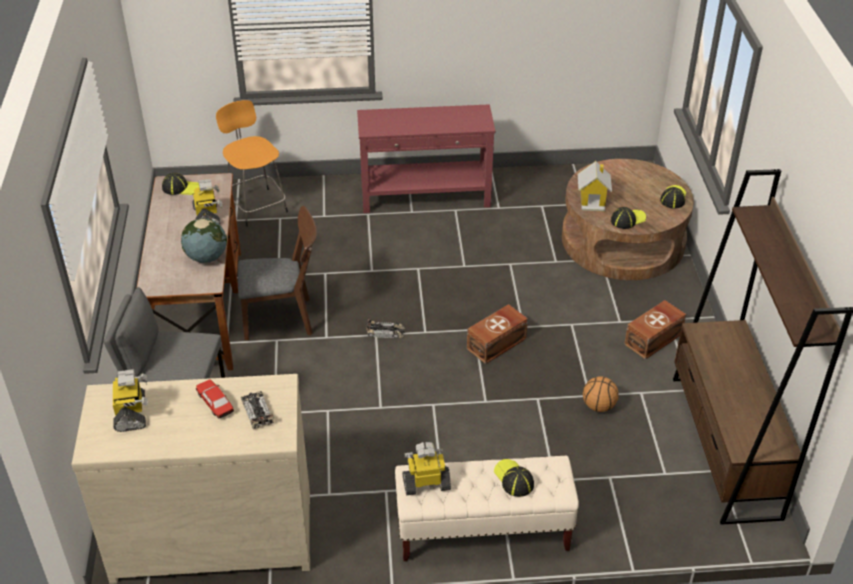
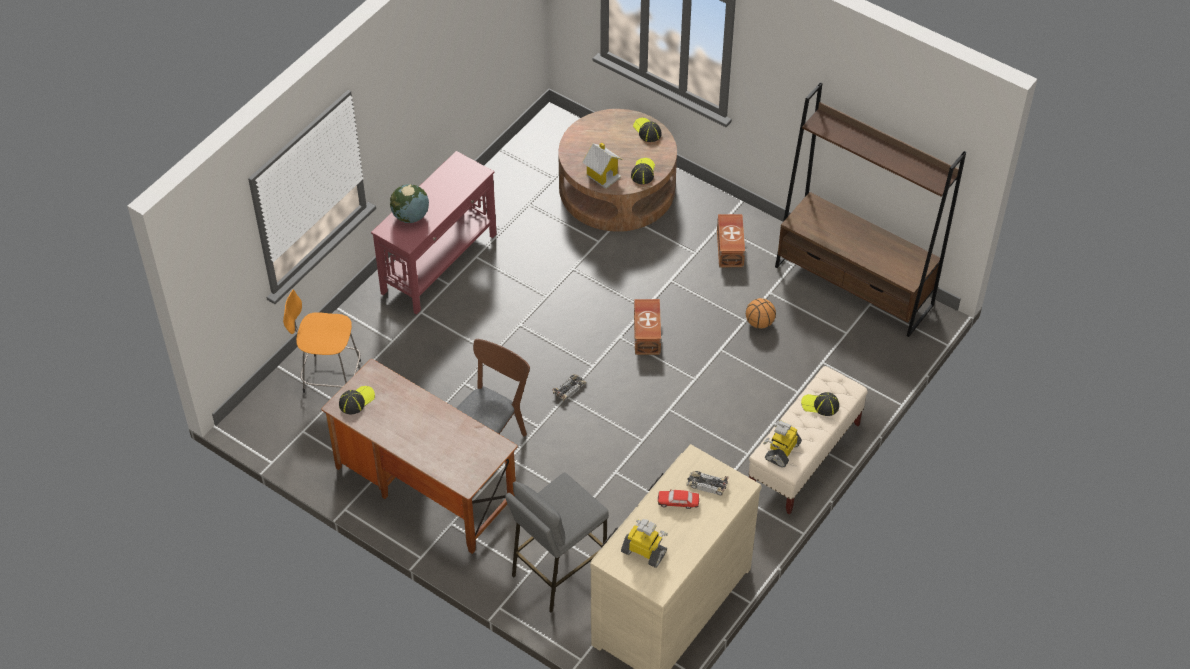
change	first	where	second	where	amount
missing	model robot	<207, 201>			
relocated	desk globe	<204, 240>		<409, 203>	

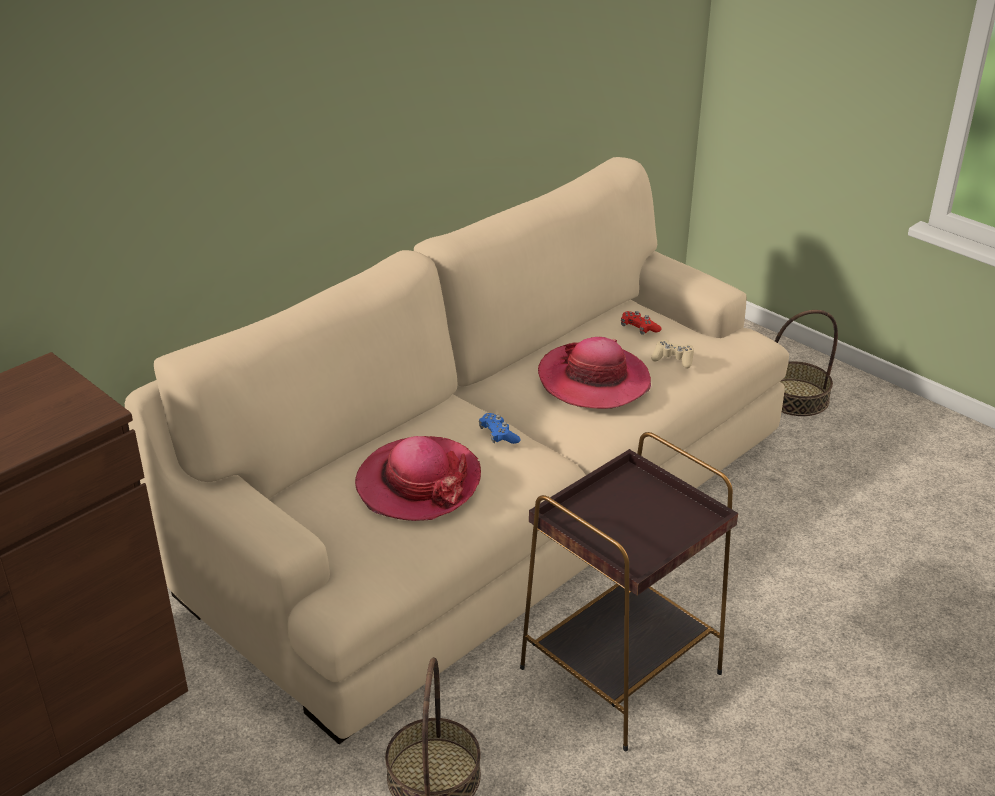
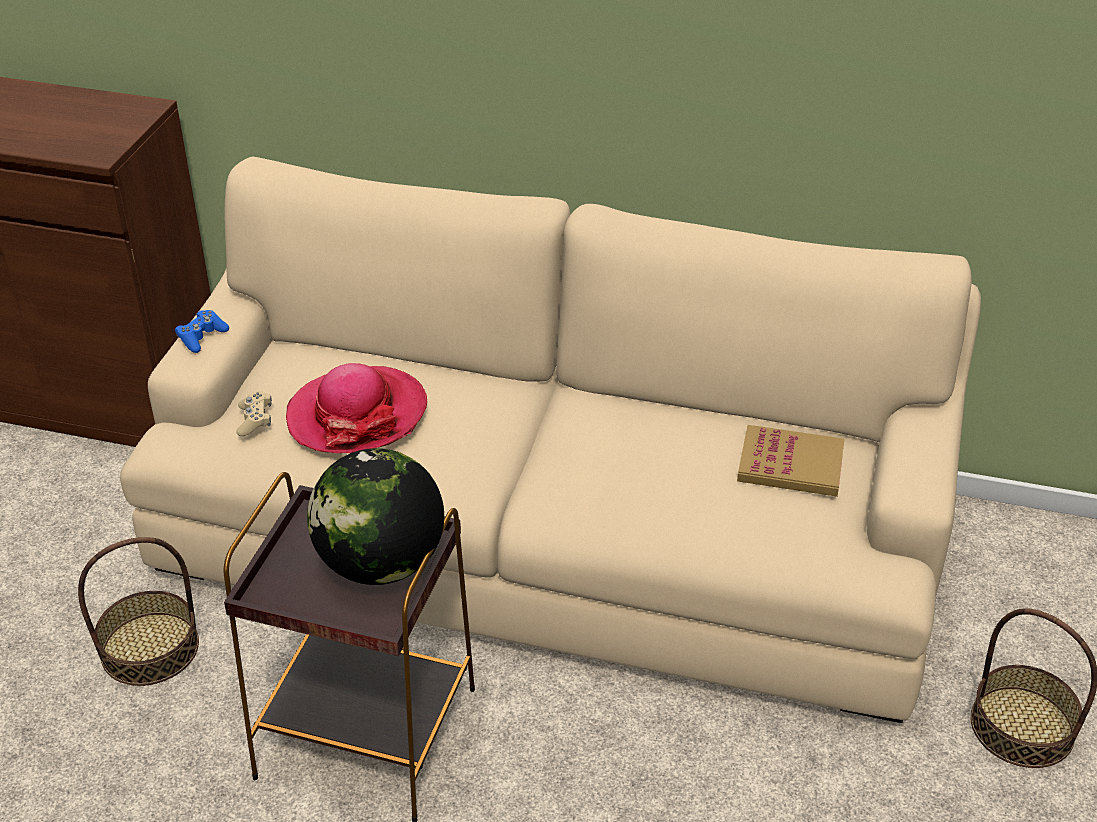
change	first	where	second	where	amount
missing	hat	<594, 373>			
appeared			desk globe	<375, 516>	
relocated	game controller/bluish	<500, 428>		<202, 331>	
relocated	game controller/sand-coloured	<672, 354>		<254, 413>	
exchanged	game controller/red-coloured	<641, 323>	volume	<790, 461>	

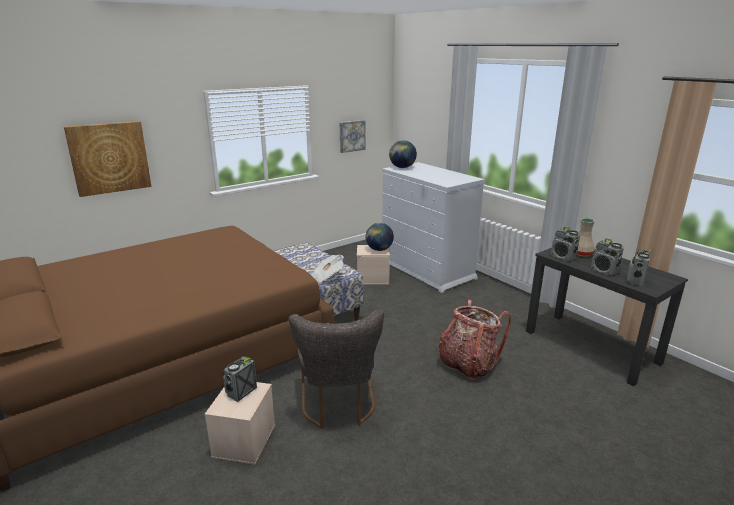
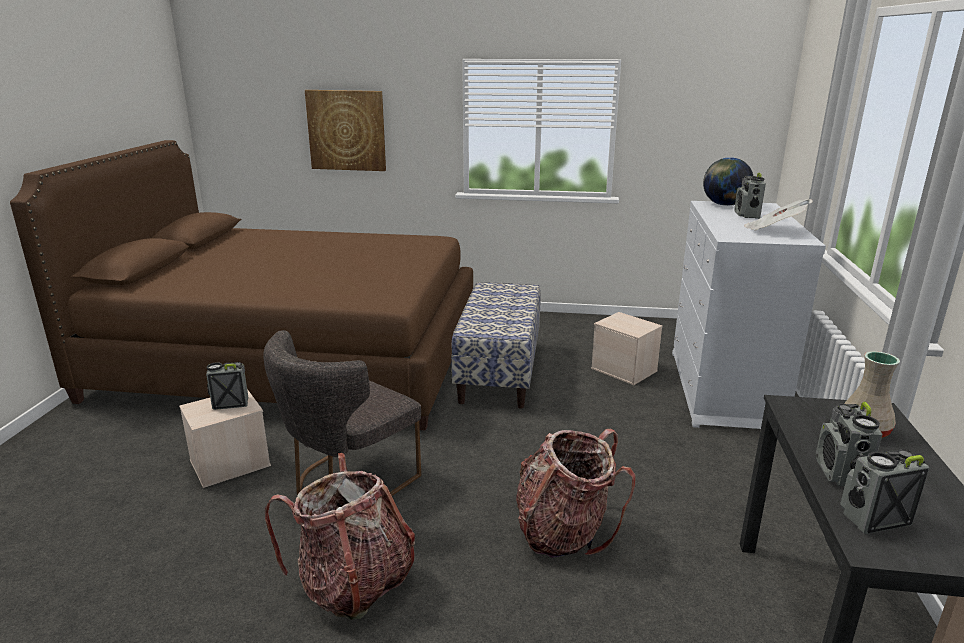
change	first	where	second	where	amount
missing	picture	<352, 136>			
missing	desk globe	<380, 237>			
appeared			backpack	<340, 536>	
relocated	printed paper	<327, 269>		<778, 215>	
relocated	radio receiver	<565, 243>		<750, 196>	

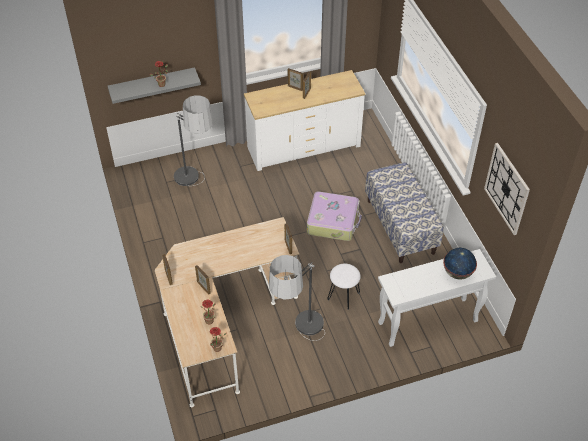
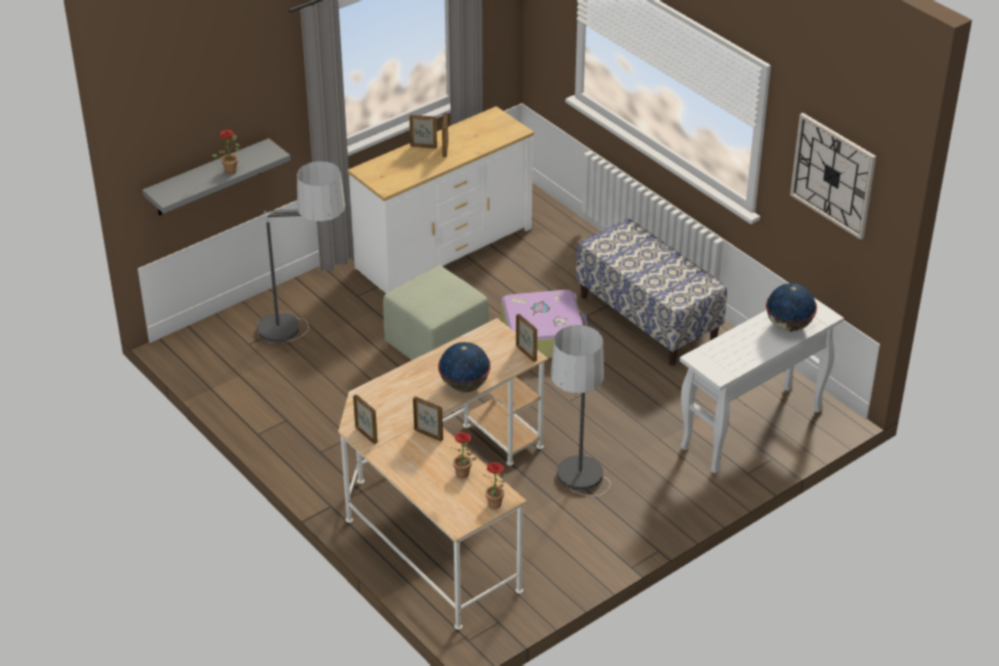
change	first	where	second	where	amount
missing	stool/white	<344, 287>			
appeared			ottoman/greenish	<436, 312>	
appeared			desk globe	<464, 367>	

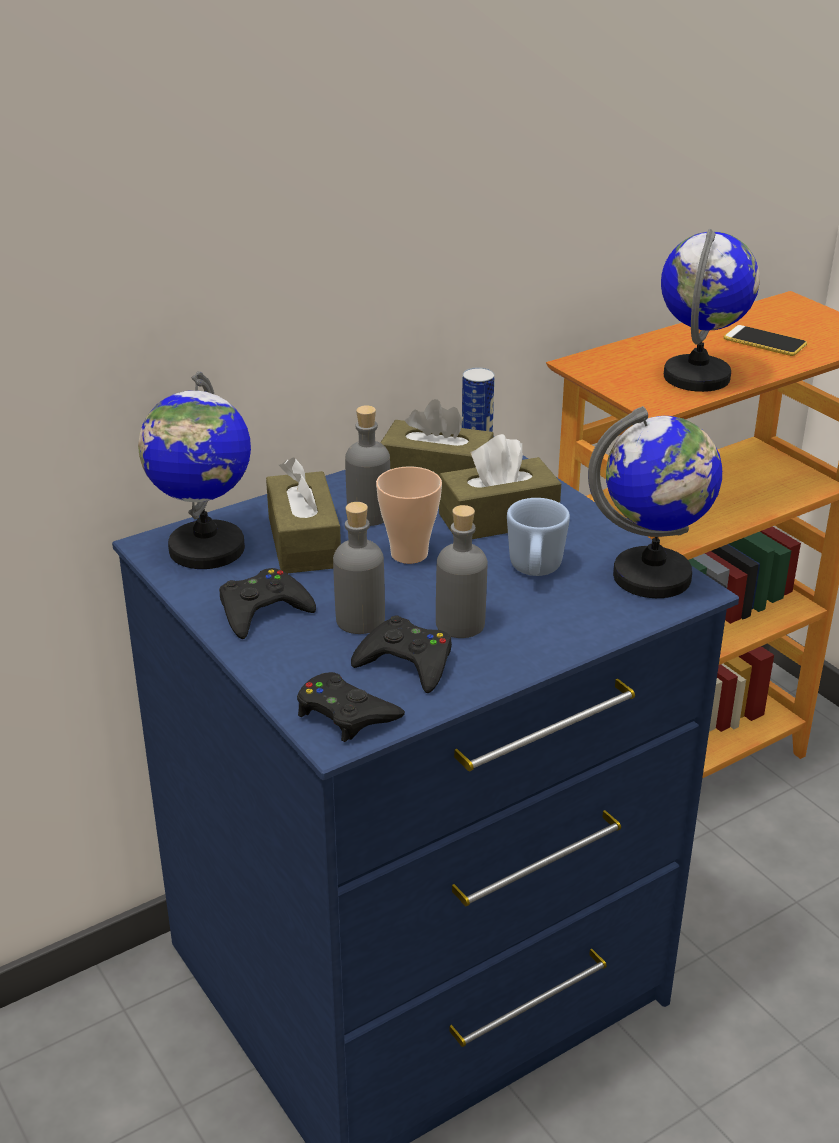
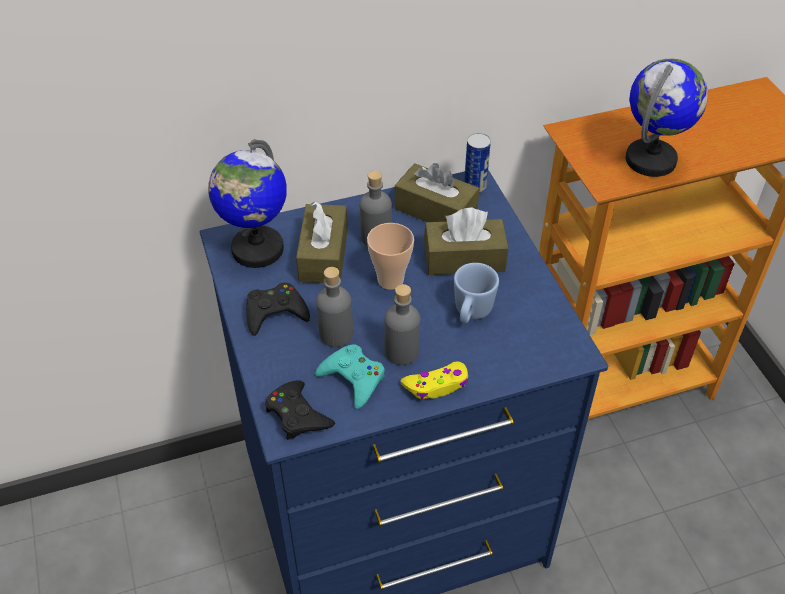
change	first	where	second	where	amount
missing	desk globe	<655, 502>			
missing	handset	<765, 340>			
appeared			game controller/yellow-coloured	<434, 380>	
colour	game controller/blackish	<401, 654>	game controller/turquoise	<350, 376>	

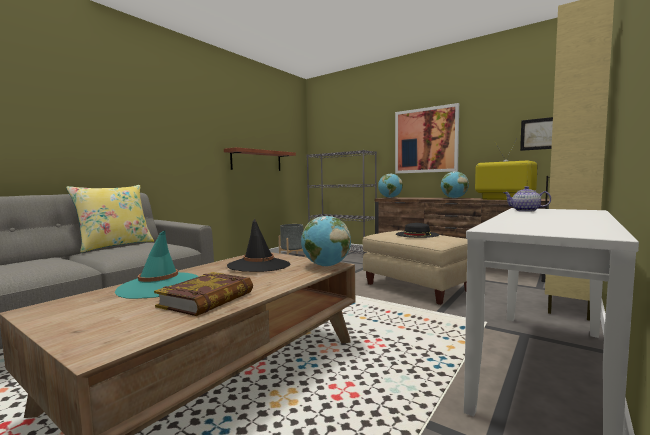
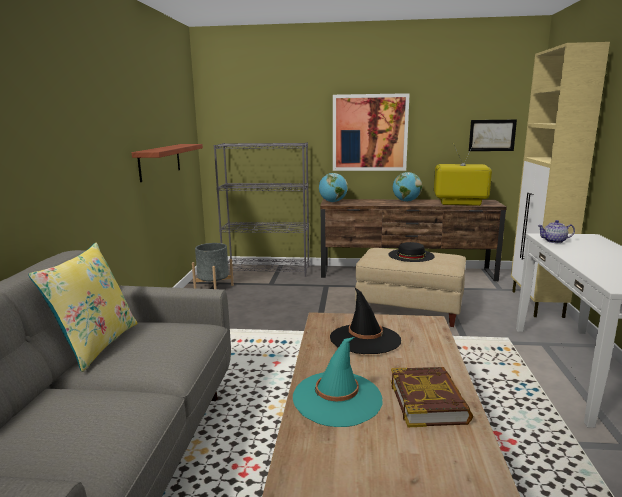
change	first	where	second	where	amount
missing	desk globe	<326, 241>			

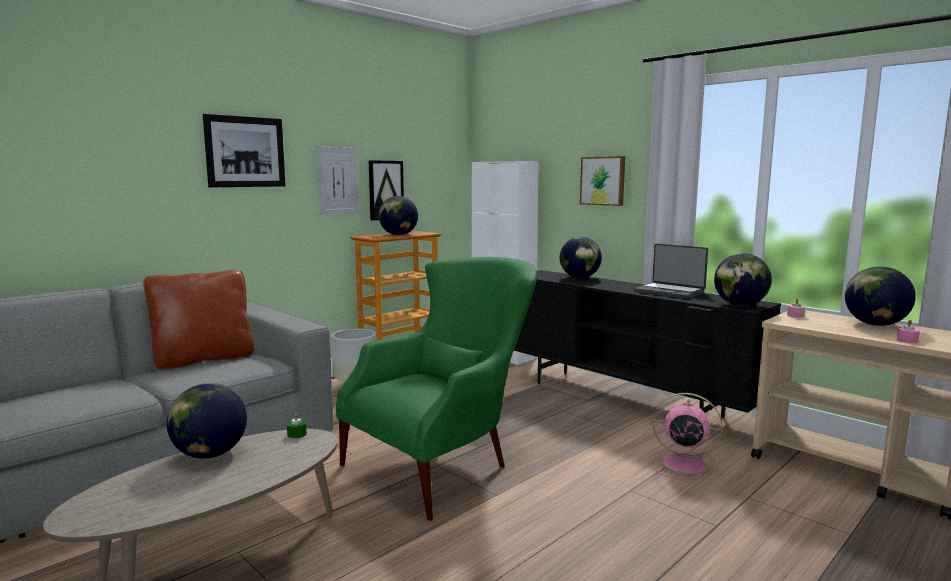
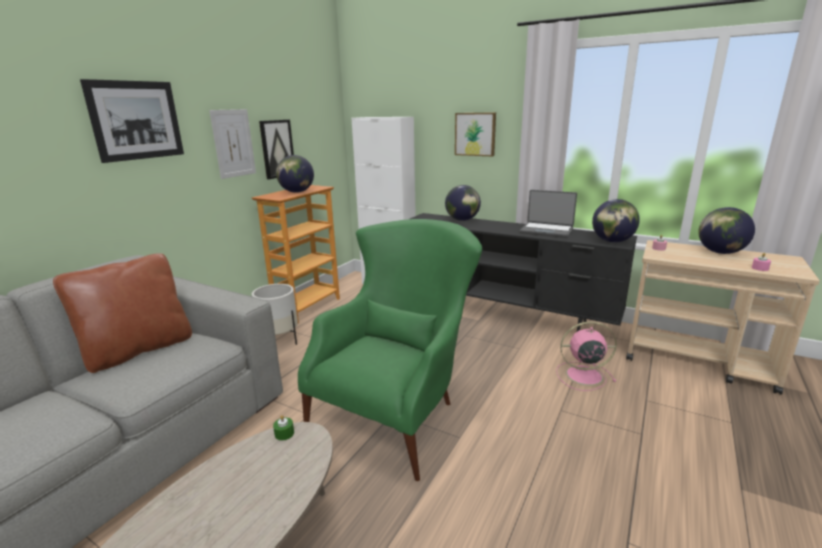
change	first	where	second	where	amount
missing	desk globe	<207, 421>			

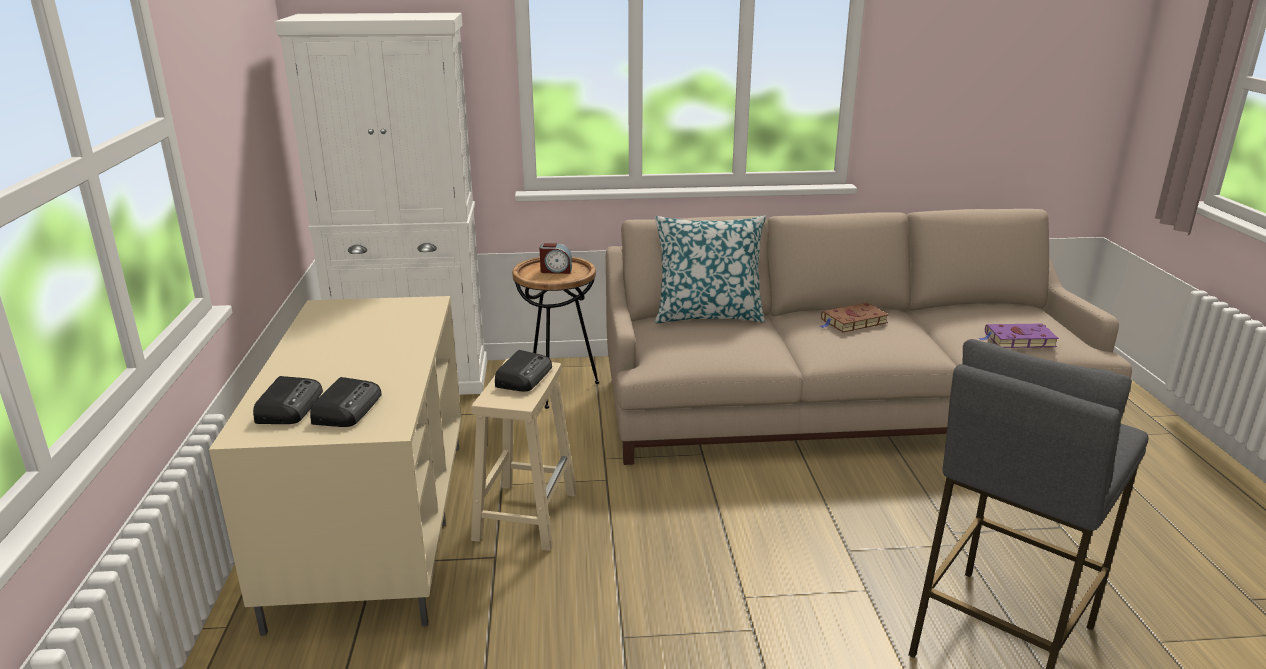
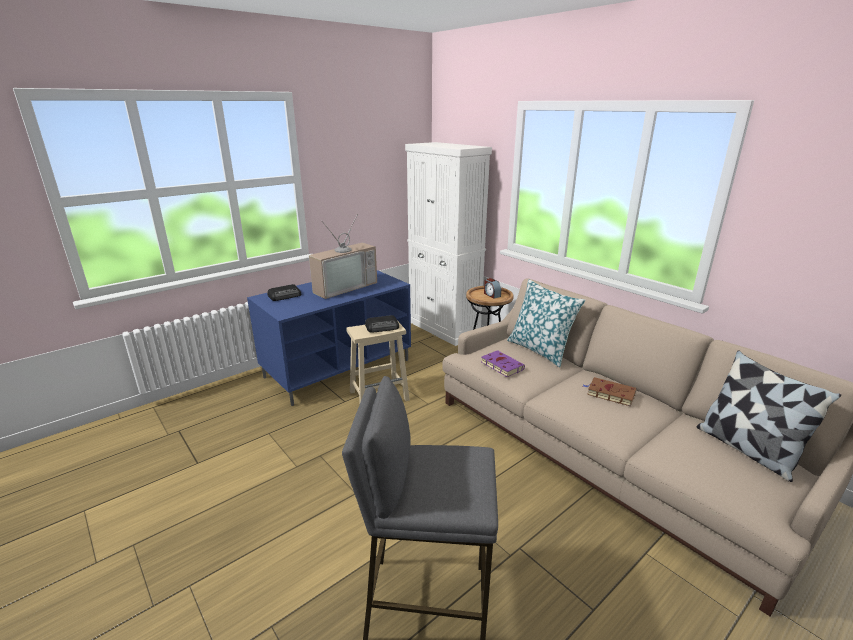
change	first	where	second	where	amount
missing	radio receiver	<346, 402>			
appeared			TV	<343, 256>	
appeared			cushion	<769, 416>	
relocated	volume/purple-coloured	<1018, 336>		<503, 363>	
colour	media console/sand-coloured	<335, 466>	media console/bluish	<329, 338>	

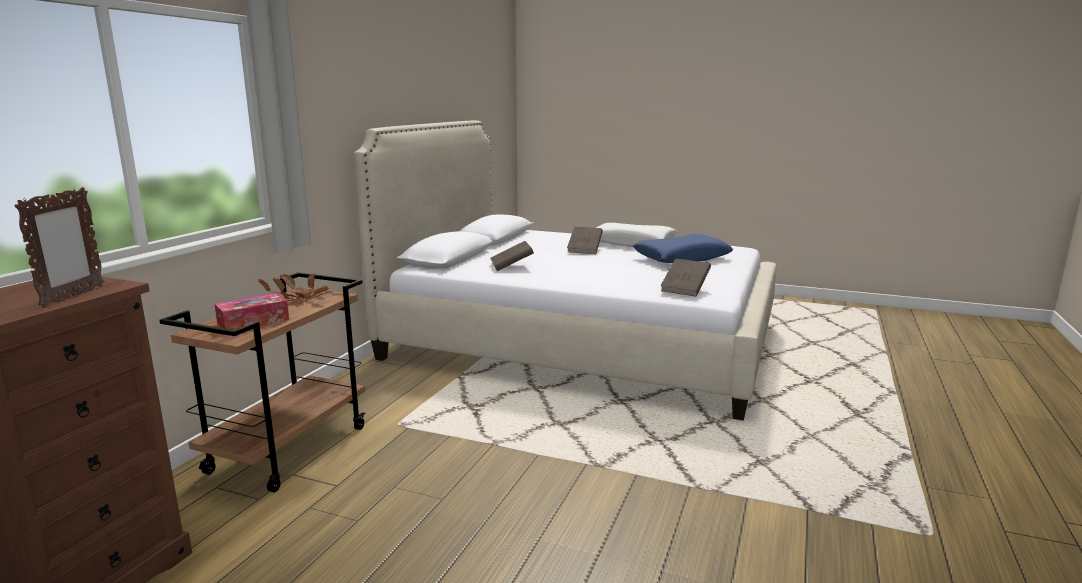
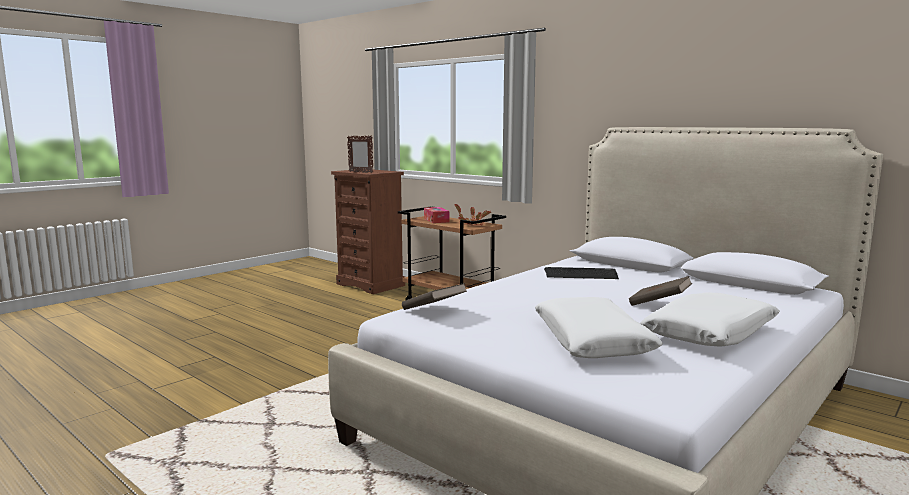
change	first	where	second	where	amount
exchanged	volume/brown	<512, 256>	PC keyboard	<581, 273>	
colour	cushion/bluish	<683, 248>	cushion/white	<599, 327>	

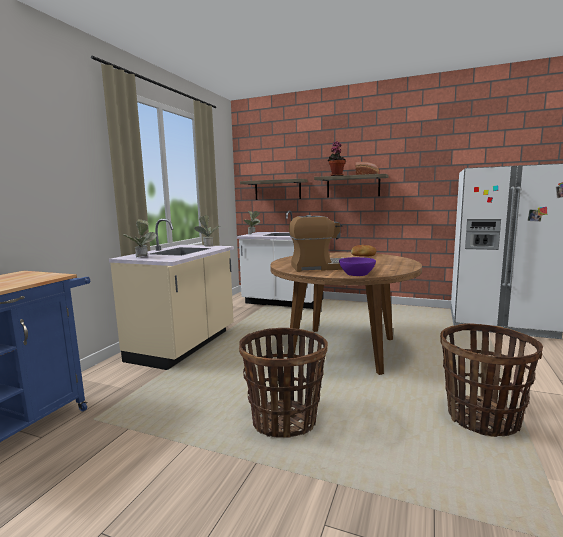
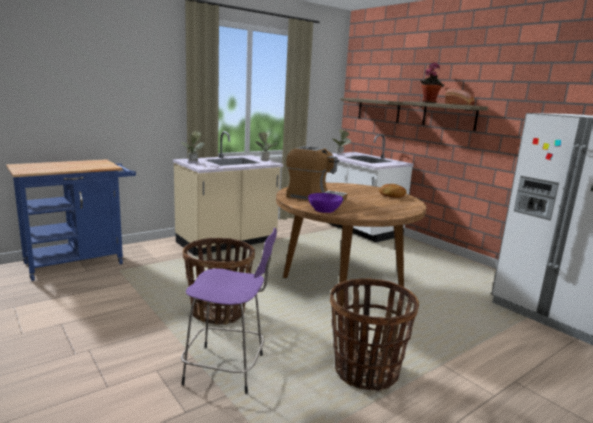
change	first	where	second	where	amount
appeared			stool/purple-coloured	<229, 311>	

